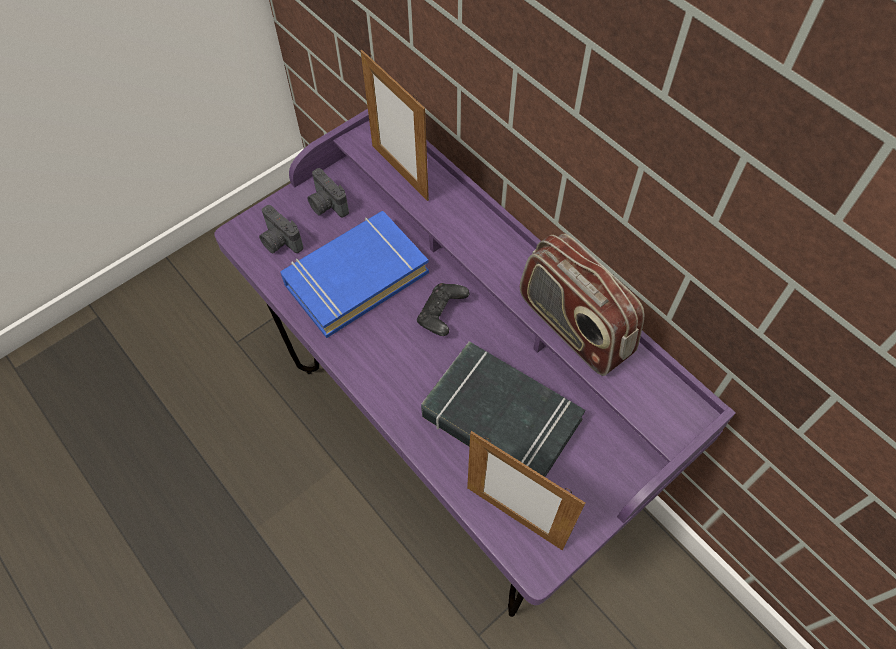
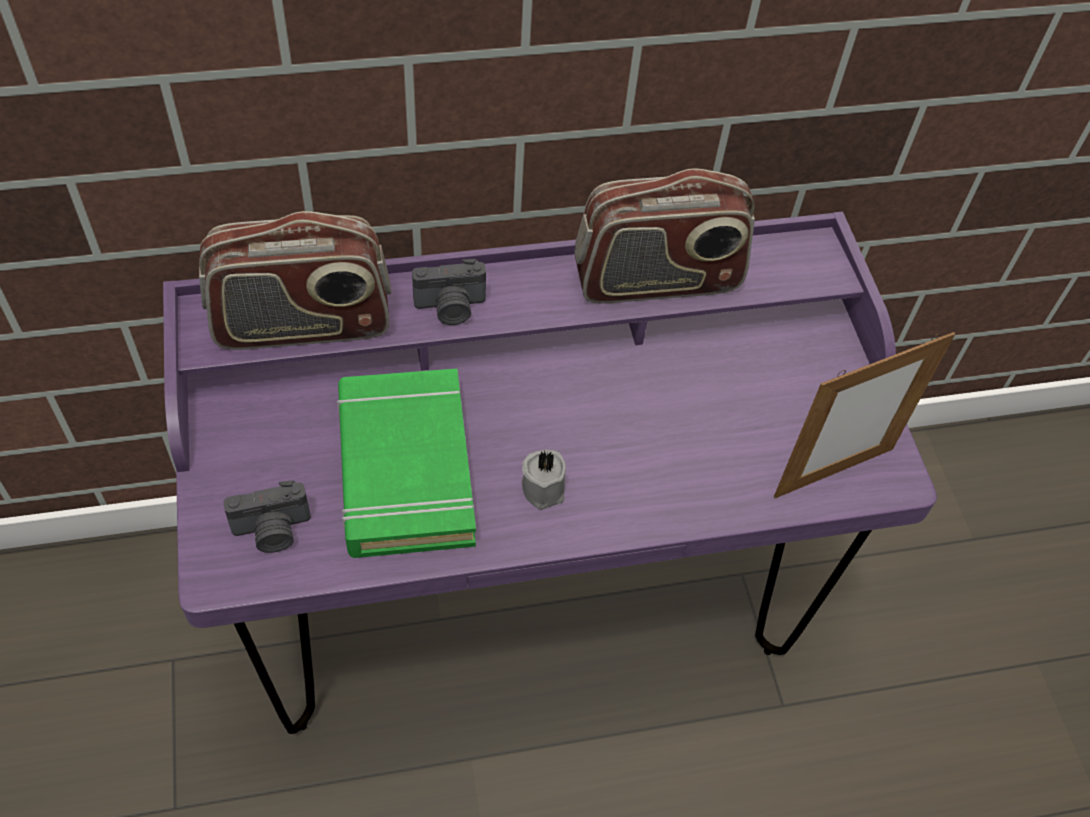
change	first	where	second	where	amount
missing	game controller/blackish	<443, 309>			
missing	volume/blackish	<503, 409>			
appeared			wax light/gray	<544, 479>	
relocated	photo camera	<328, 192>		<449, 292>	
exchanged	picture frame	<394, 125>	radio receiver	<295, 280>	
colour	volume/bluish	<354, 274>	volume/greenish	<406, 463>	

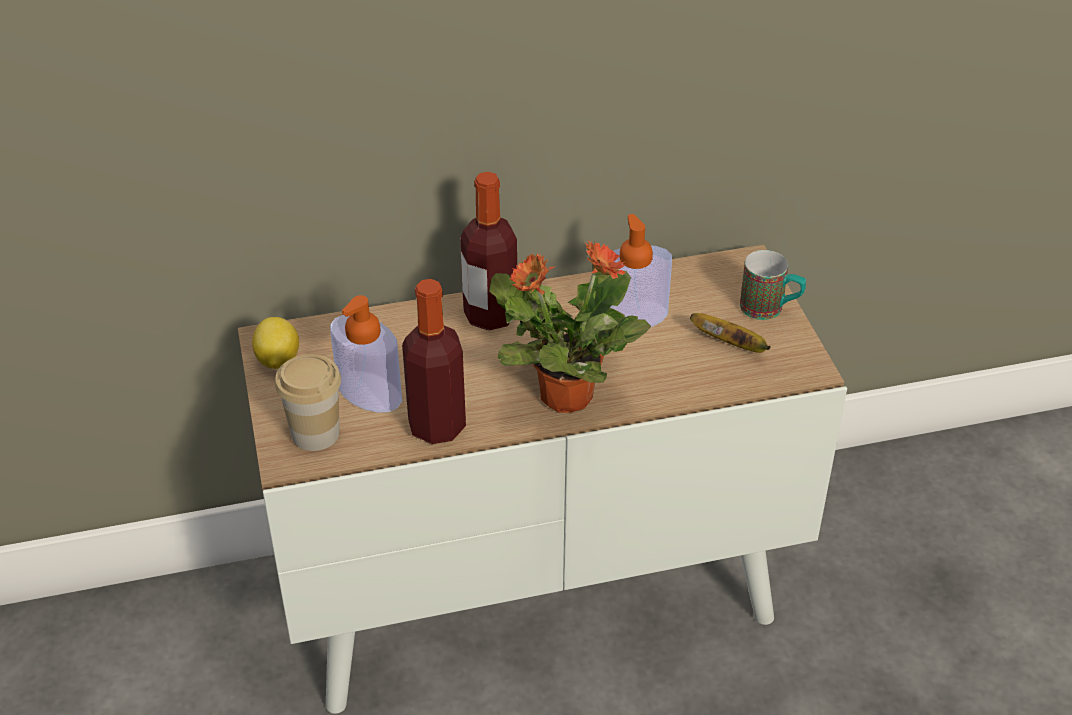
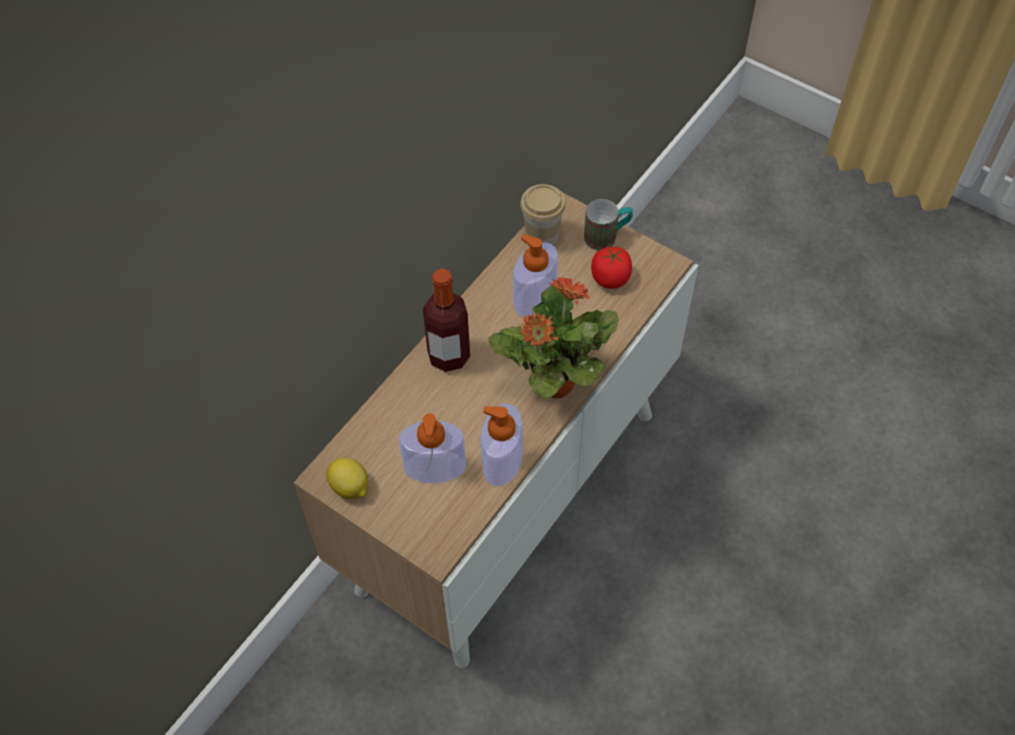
change	first	where	second	where	amount
relocated	cup	<308, 402>		<543, 215>	
exchanged	drink bottle	<434, 361>	soap bottle	<502, 445>	
exchanged	banana fruit	<730, 333>	fresh tomato	<611, 268>	

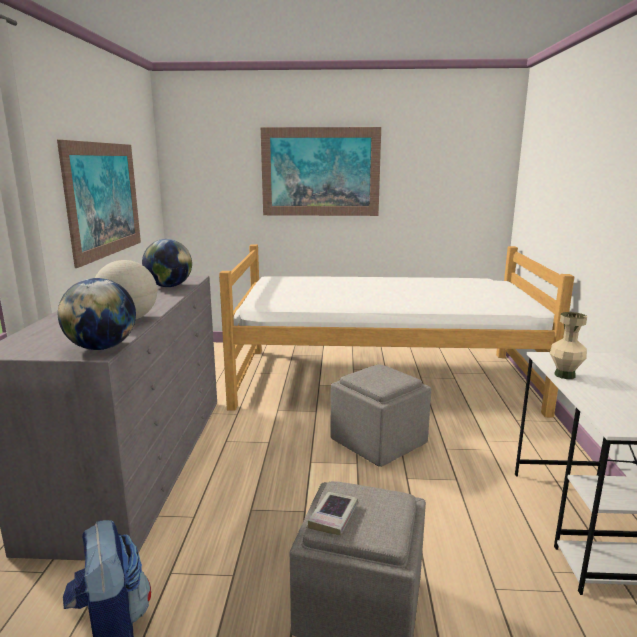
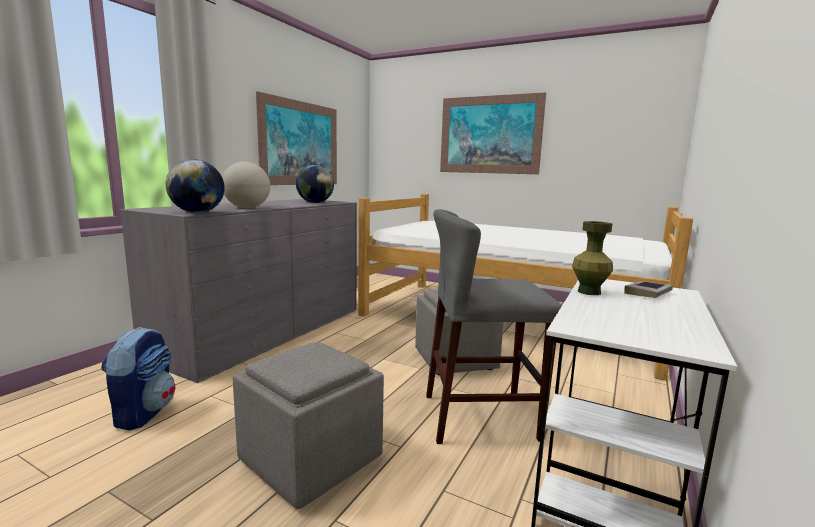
change	first	where	second	where	amount
appeared			stool/gray	<494, 326>	
relocated	volume	<333, 513>		<648, 289>	
colour	vase/sand-coloured	<568, 345>	vase/greenish	<592, 258>	

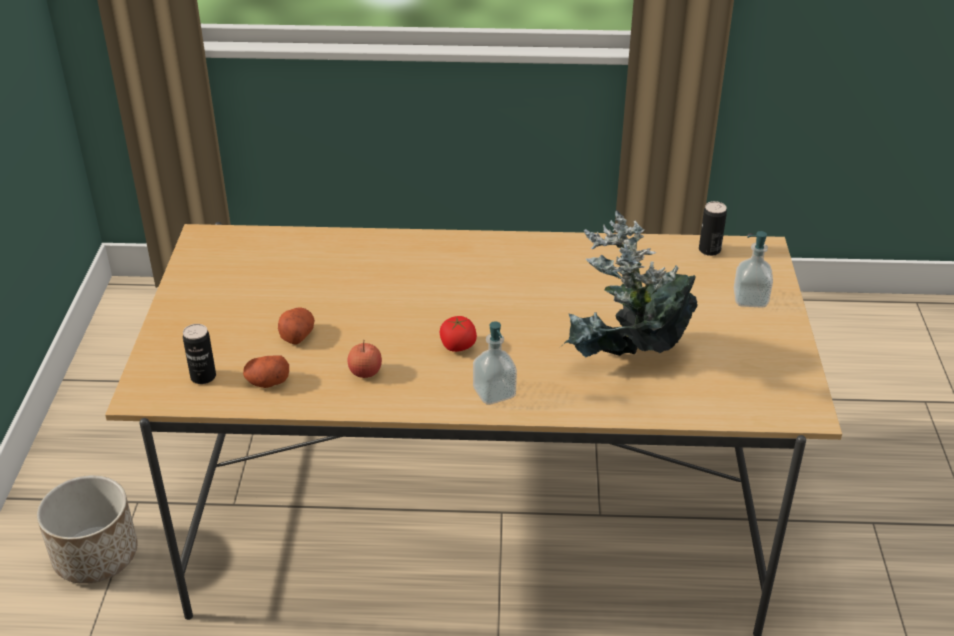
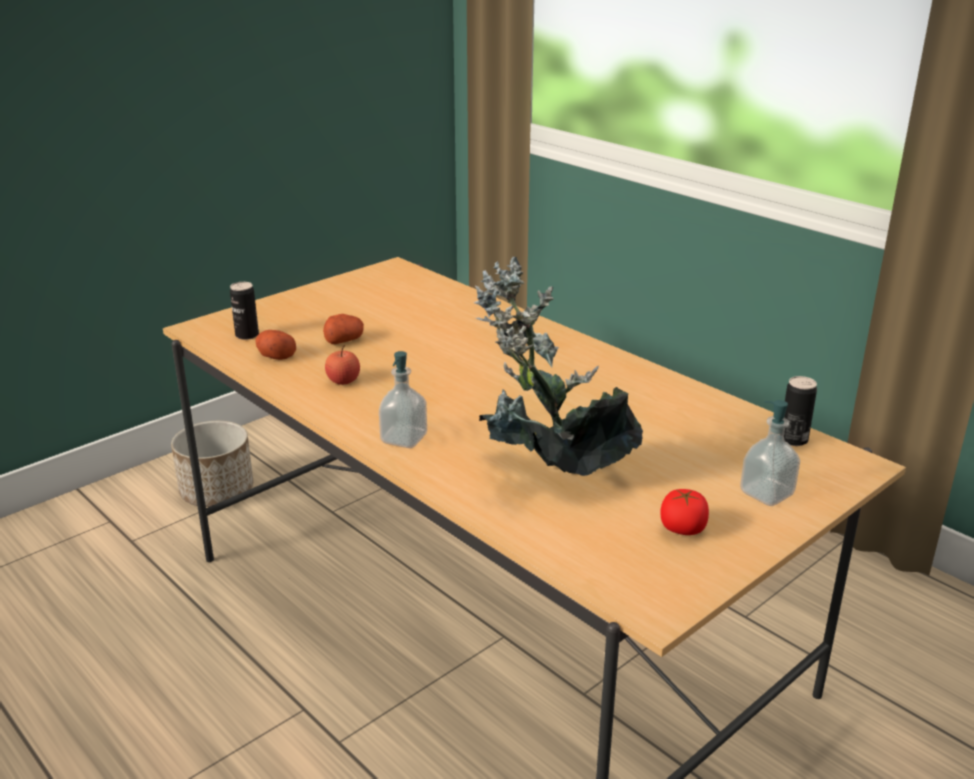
change	first	where	second	where	amount
relocated	fresh tomato	<458, 334>		<684, 512>	

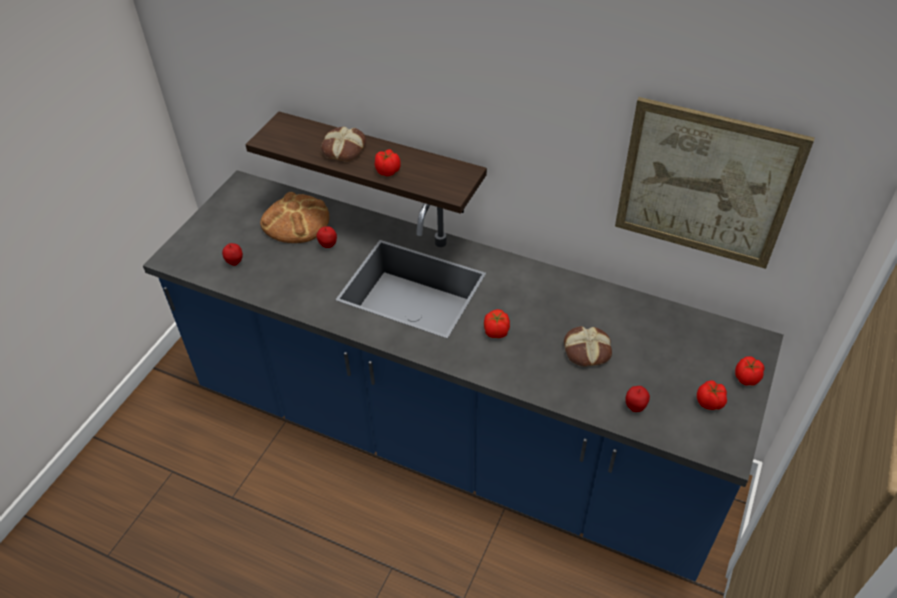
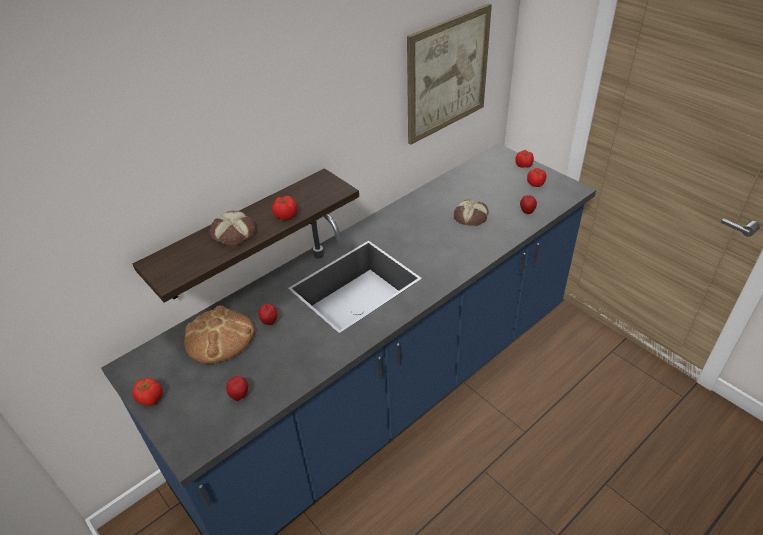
change	first	where	second	where	amount
relocated	fresh tomato	<497, 323>		<147, 391>	

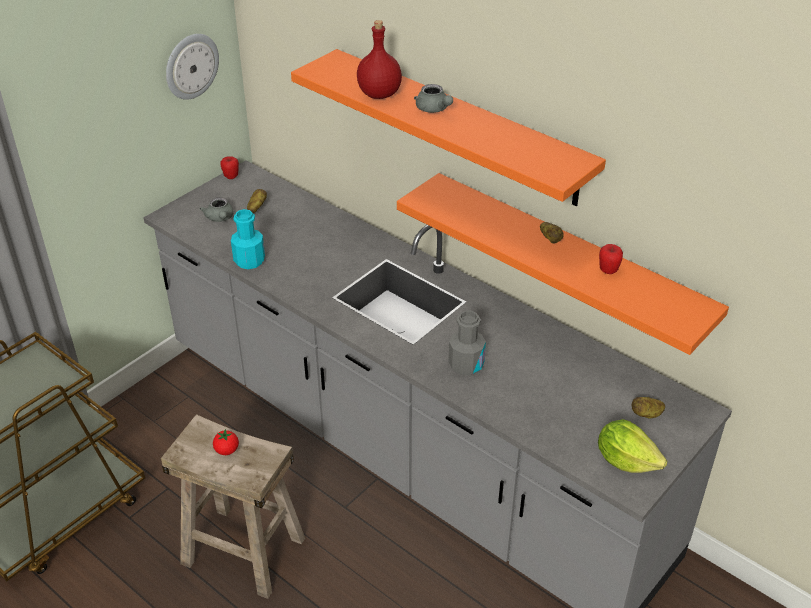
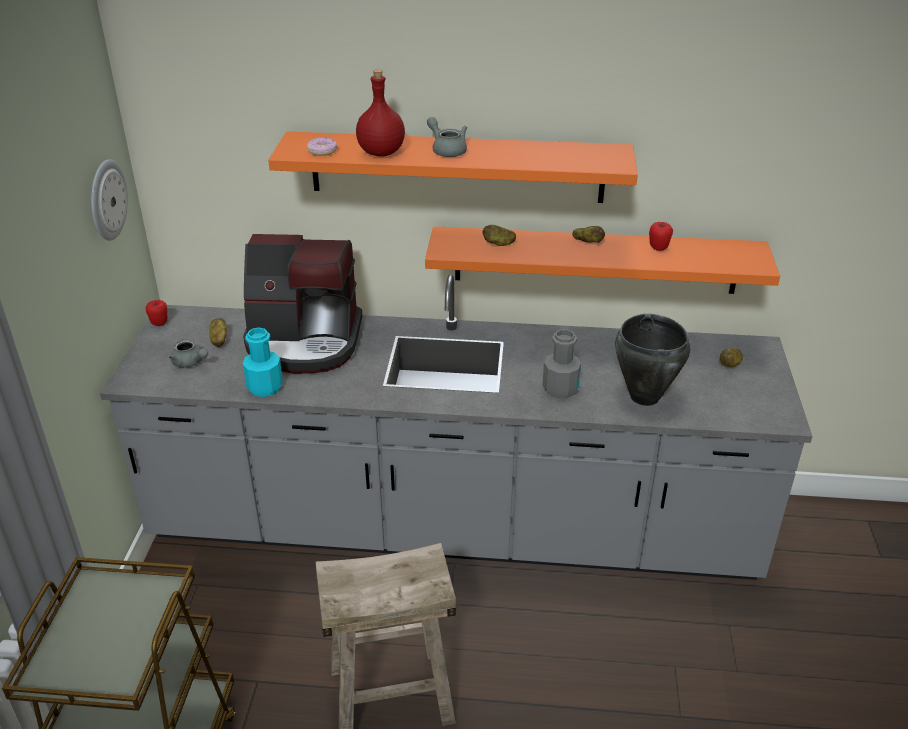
change	first	where	second	where	amount
missing	fresh tomato	<226, 442>			
missing	head of lettuce	<633, 446>			
appeared			coffee machine	<302, 304>	
appeared			doughnut	<322, 146>	
appeared			spud	<499, 235>	
appeared			stockpot/blackish	<652, 360>	
spun	teapot/gray	<433, 98>		<447, 137>	150 degrees counterclockwise

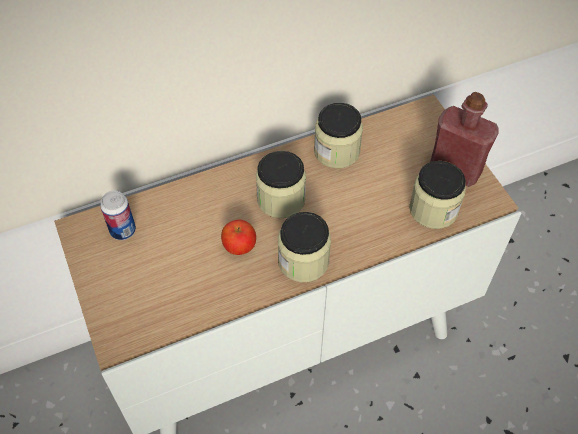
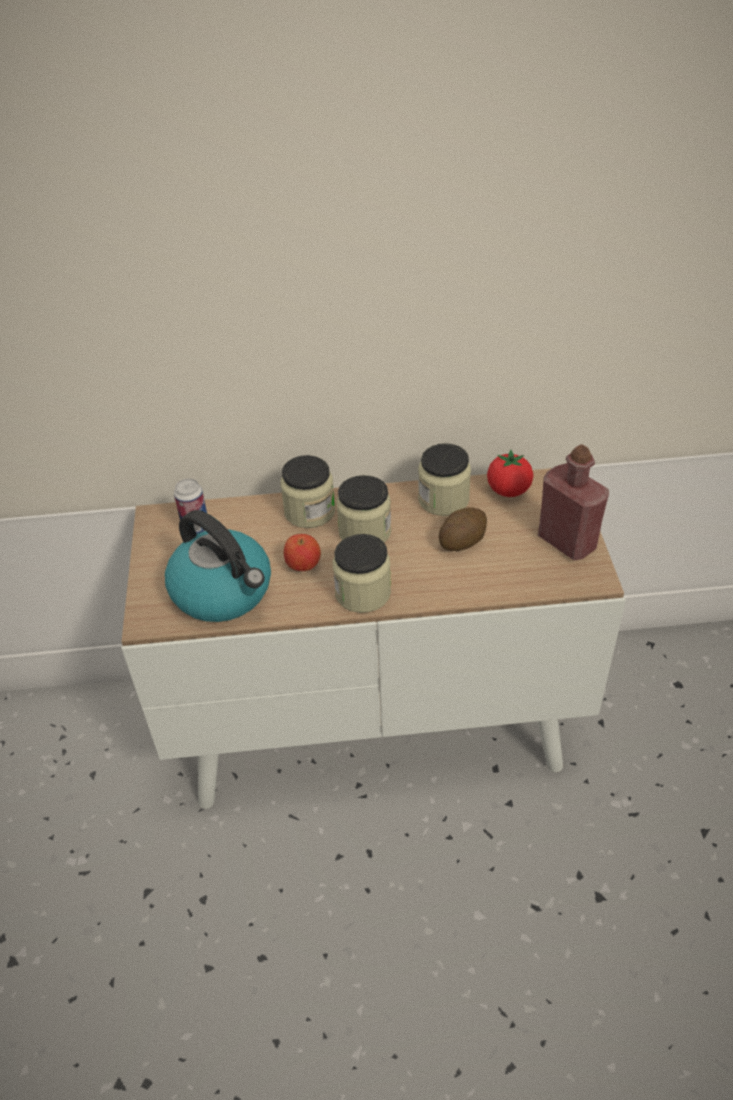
change	first	where	second	where	amount
appeared			tea kettle	<218, 566>	
appeared			spud	<463, 529>	
appeared			fresh tomato	<510, 473>	
relocated	preserve jar	<437, 195>		<307, 491>	

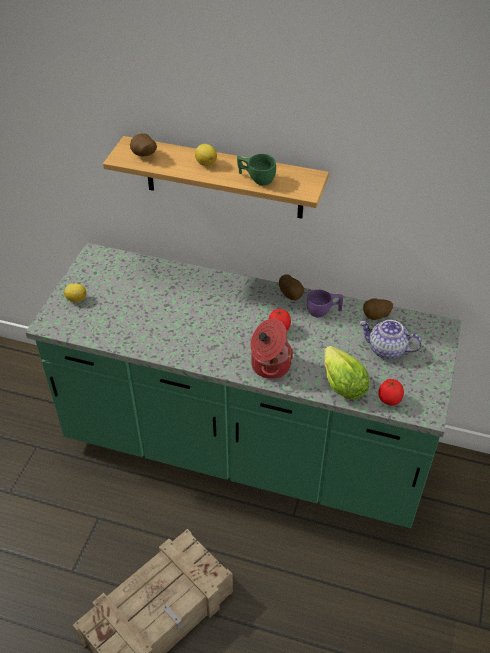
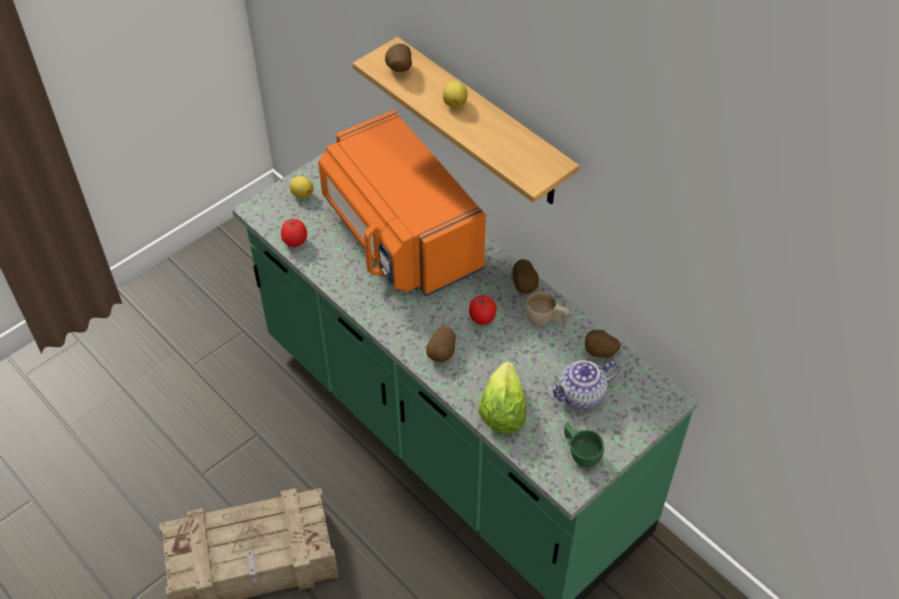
change	first	where	second	where	amount
appeared			microwave/orange	<402, 203>	
relocated	cup/greenish	<256, 170>		<584, 445>	
relocated	fresh tomato	<391, 392>		<294, 233>	
exchanged	stockpot	<272, 349>	spud	<441, 344>	
colour	cup/purple-coloured	<325, 303>	cup/sand-coloured	<547, 310>	
spun	teapot	<390, 339>		<584, 384>	75 degrees counterclockwise

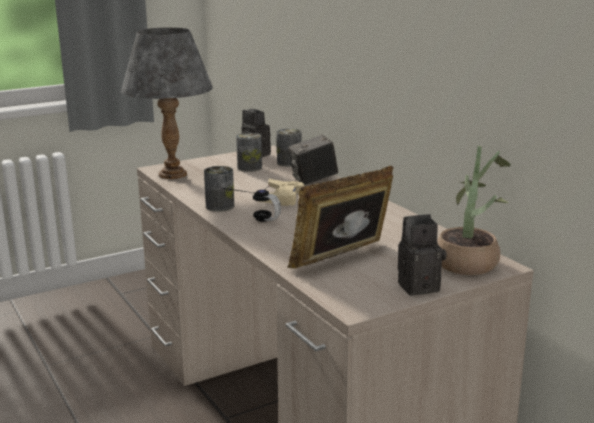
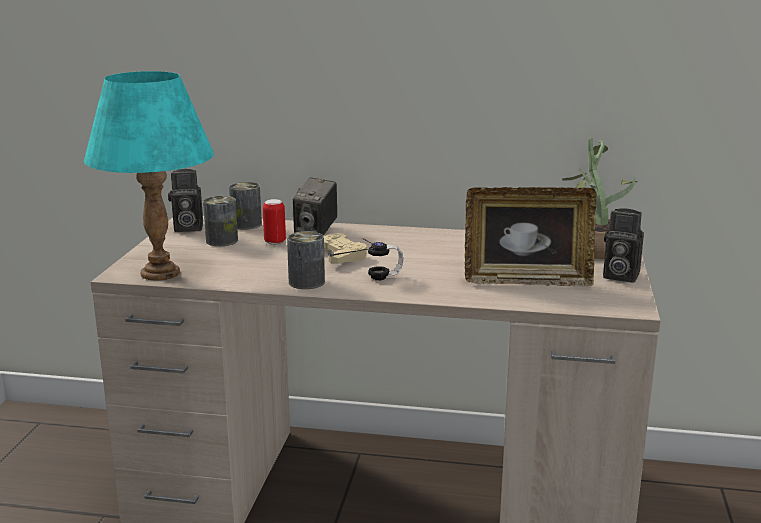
change	first	where	second	where	amount
appeared			metal can	<274, 222>	
colour	tabletop lamp/gray	<167, 103>	tabletop lamp/turquoise	<149, 175>	
spun	picture frame	<340, 217>		<530, 236>	90 degrees counterclockwise
spun	photo camera	<422, 254>		<623, 245>	90 degrees counterclockwise

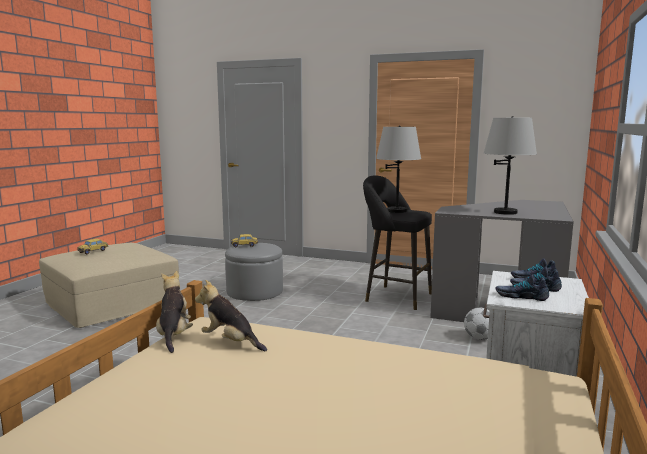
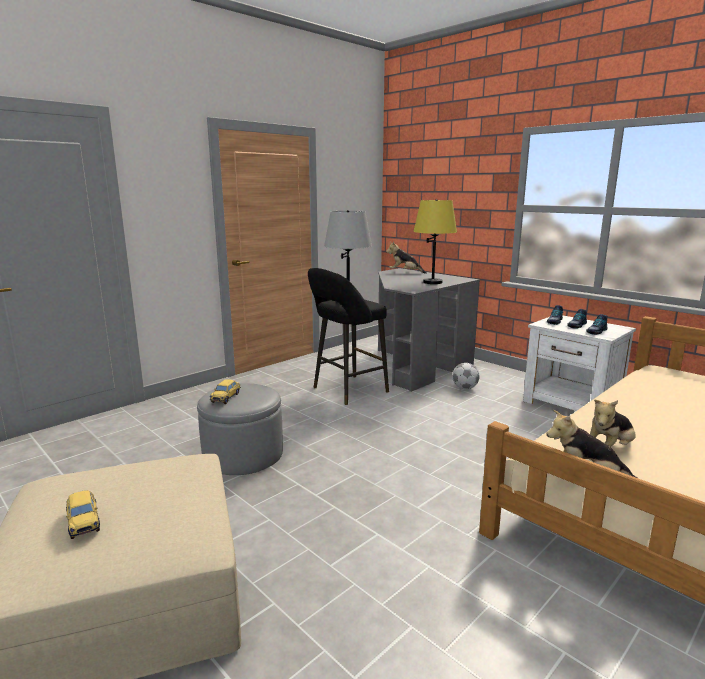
change	first	where	second	where	amount
appeared			plush toy	<406, 258>	
colour	tabletop lamp/gray	<510, 165>	tabletop lamp/yellow-coloured	<435, 241>	

